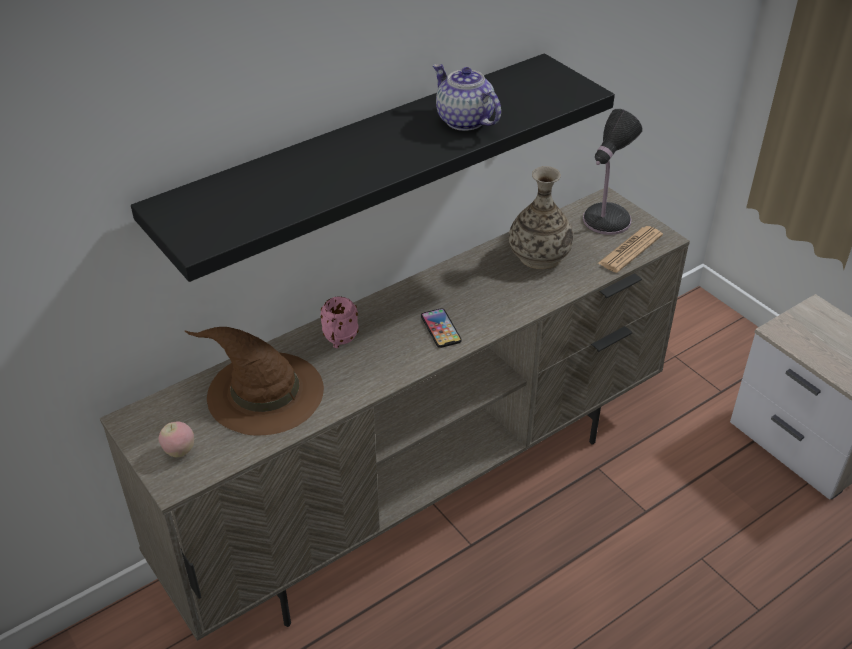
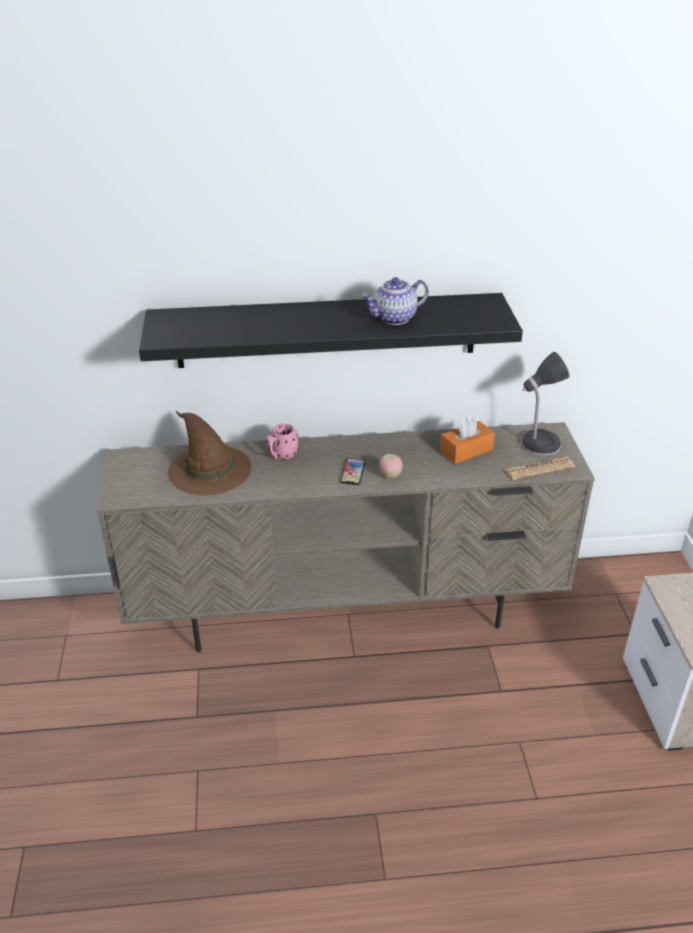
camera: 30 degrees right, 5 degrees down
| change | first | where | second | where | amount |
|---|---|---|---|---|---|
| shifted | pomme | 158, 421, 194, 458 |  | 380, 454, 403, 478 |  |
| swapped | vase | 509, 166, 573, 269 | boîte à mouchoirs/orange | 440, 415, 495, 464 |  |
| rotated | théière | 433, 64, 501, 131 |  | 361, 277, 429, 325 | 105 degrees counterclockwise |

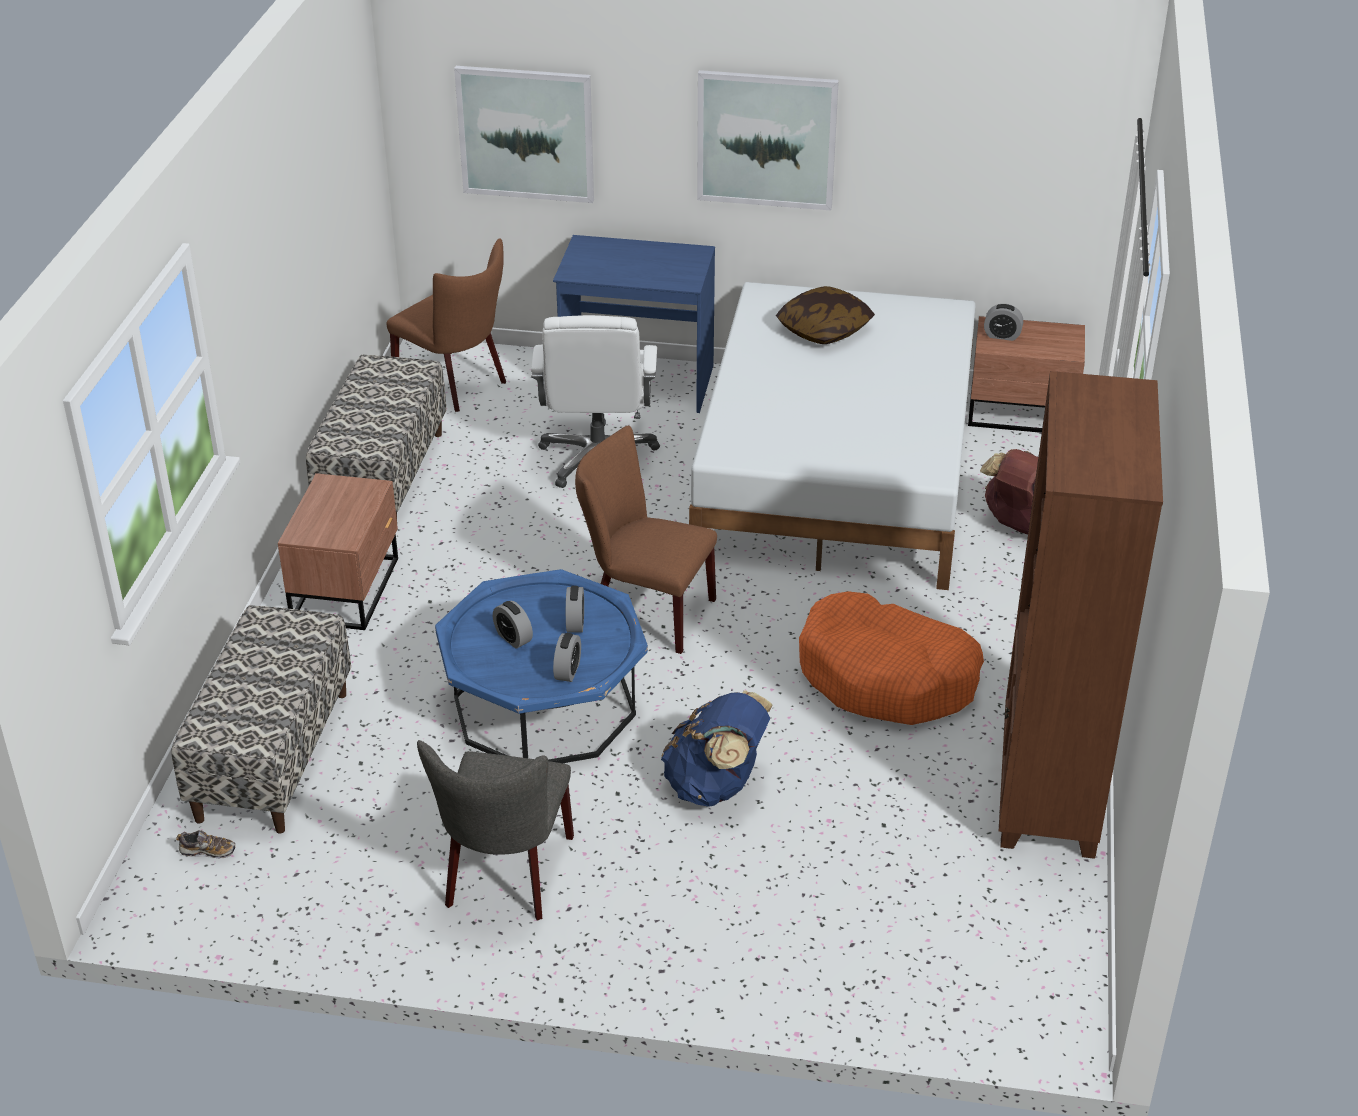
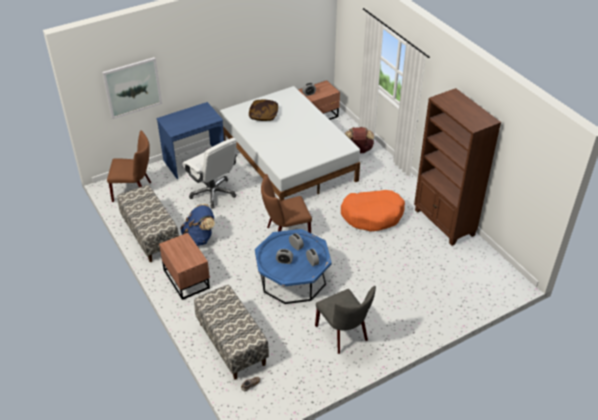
camera: 40 degrees left, 5 degrees up
| change | first | where | second | where | amount |
|---|---|---|---|---|---|
| gone | tableau | 697, 70, 839, 210 |  |  |  |
| shifted | sac à dos/bleu | 661, 691, 772, 807 |  | 180, 204, 215, 246 |  |

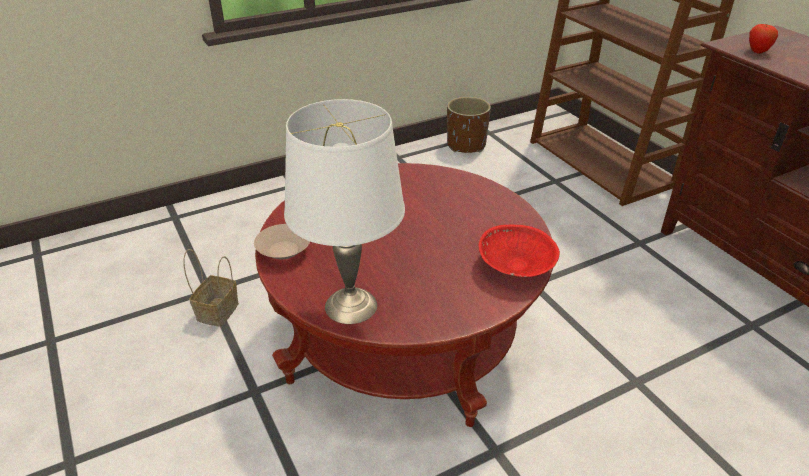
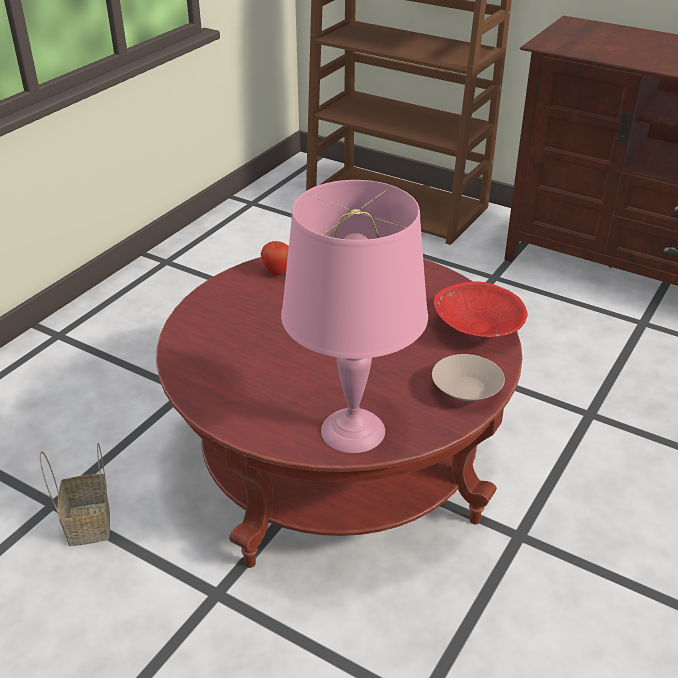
camera: 30 degrees left, 0 degrees up
| change | first | where | second | where | amount |
|---|---|---|---|---|---|
| gone | cache-pot/marron | 447, 97, 491, 153 |  |  |  |
| shifted | bol/beige | 254, 224, 310, 259 |  | 432, 354, 505, 401 |  |
| shifted | pomme | 749, 24, 778, 54 |  | 261, 241, 289, 276 |  |
| repainted | lampe de table/blanc | 284, 99, 405, 324 | lampe de table/rose | 281, 180, 428, 453 |  |

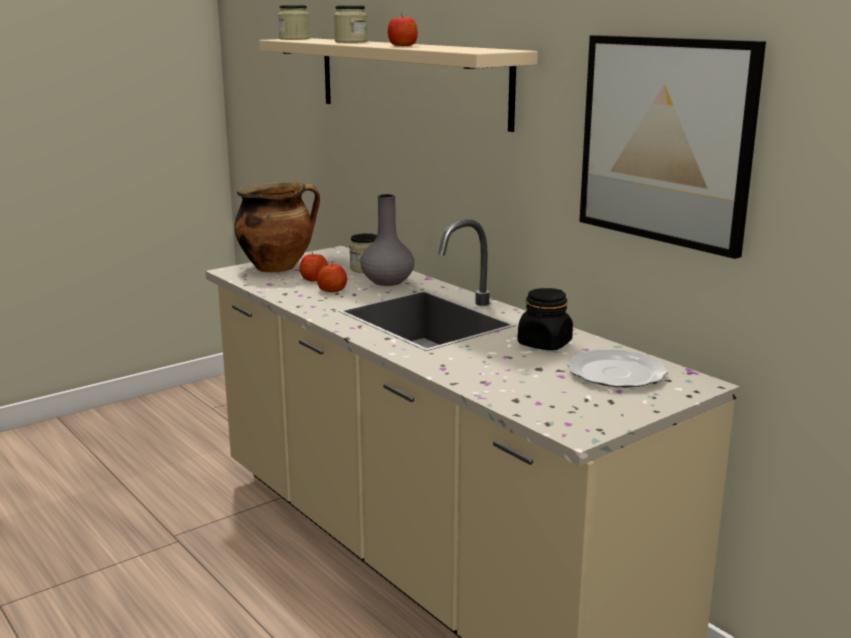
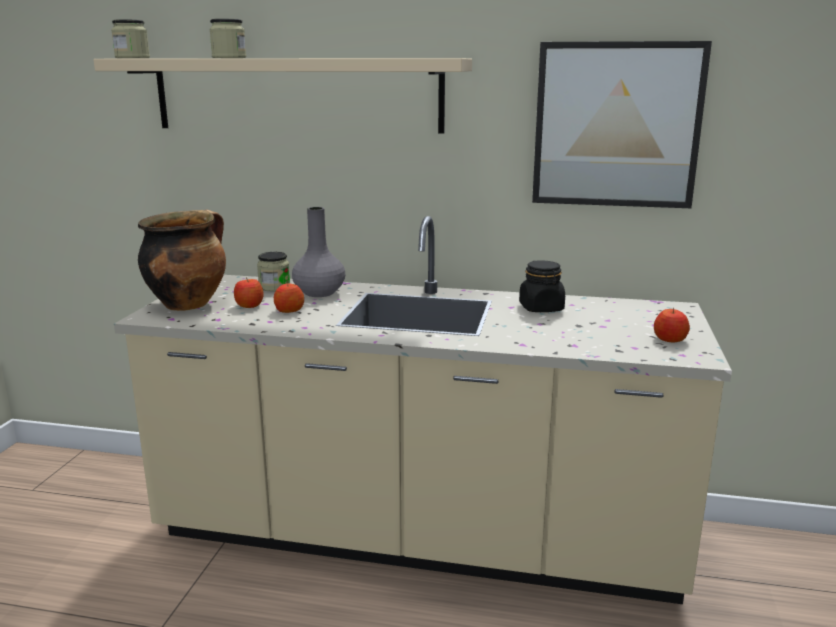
camera: 40 degrees left, 0 degrees up
| change | first | where | second | where | amount |
|---|---|---|---|---|---|
| gone | assiette | 567, 350, 667, 387 |  |  |  |
| shifted | pomme | 388, 13, 418, 46 |  | 654, 308, 690, 342 |  |

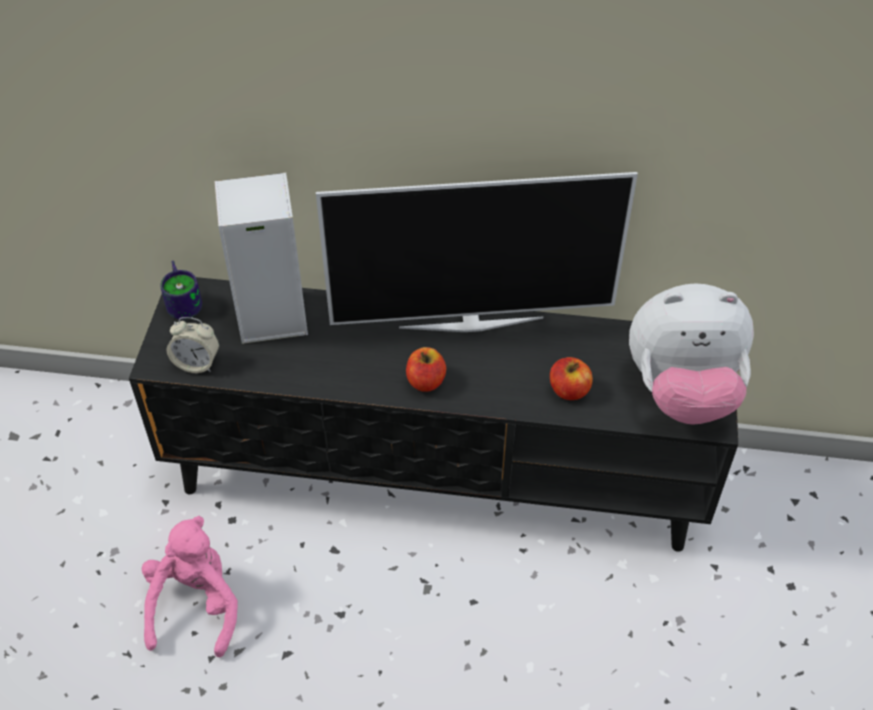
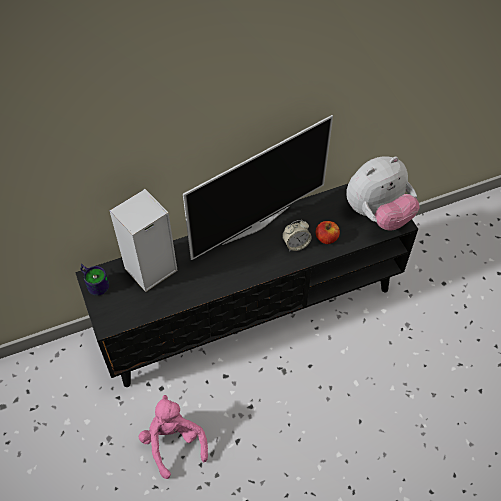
camera: 30 degrees left, 5 degrees up
| change | first | where | second | where | amount |
|---|---|---|---|---|---|
| gone | pomme | 406, 347, 446, 392 |  |  |  |
| shifted | réveil | 167, 317, 219, 373 |  | 282, 220, 312, 251 |  |

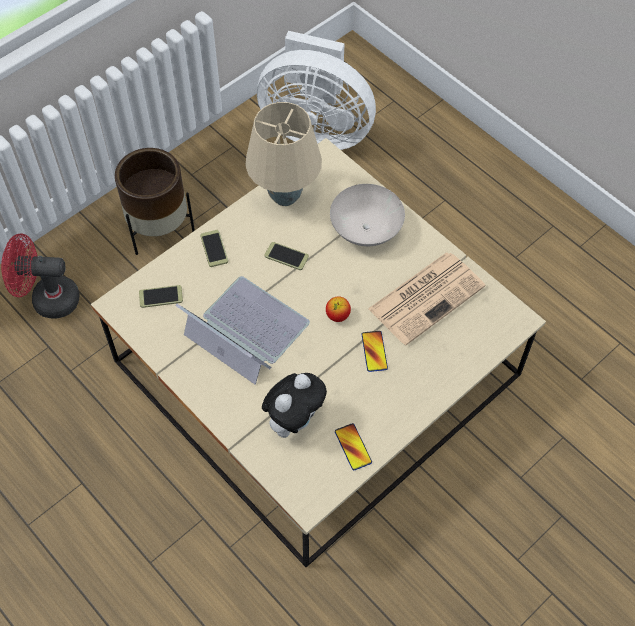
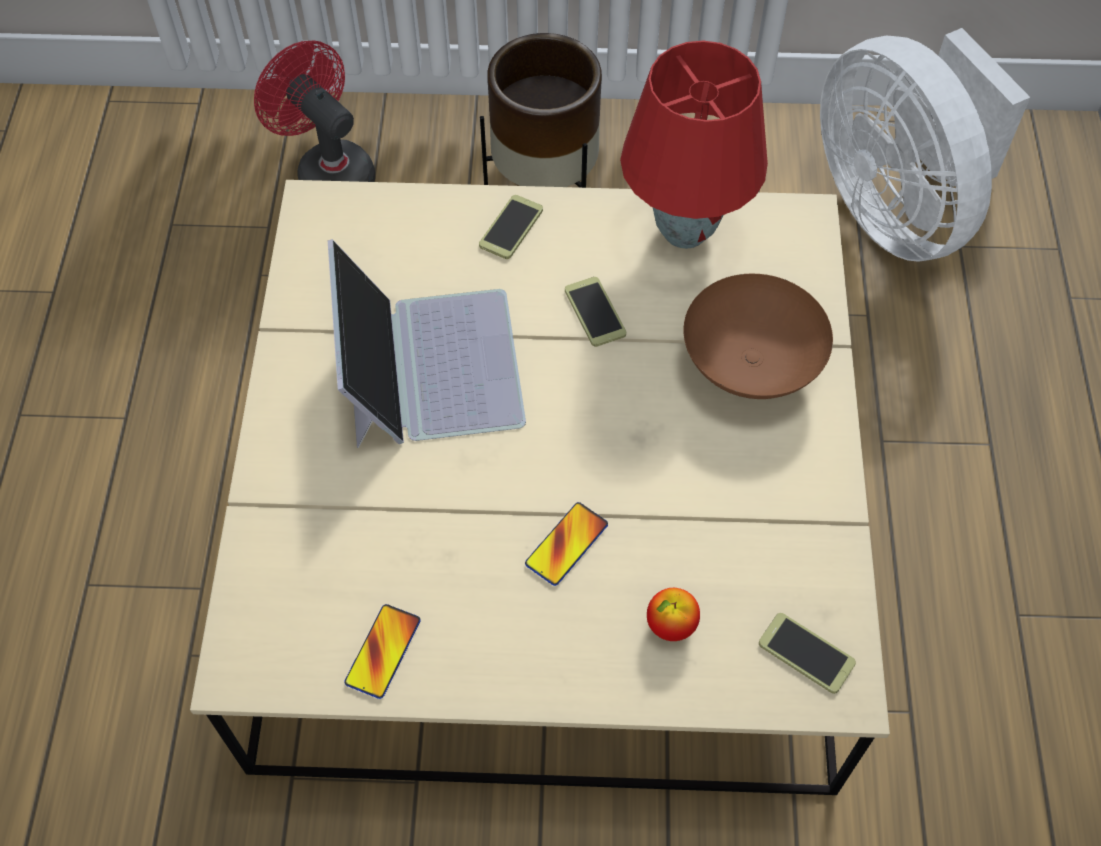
camera: 45 degrees right, 0 degrees up
| change | first | where | second | where | amount |
|---|---|---|---|---|---|
| gone | peluche | 262, 373, 327, 438 |  |  |  |
| gone | journal | 368, 252, 485, 345 |  |  |  |
| shifted | téléphone | 139, 285, 183, 308 |  | 759, 613, 856, 694 |  |
| shifted | pomme | 326, 296, 351, 322 |  | 647, 588, 700, 641 |  |
| repainted | lampe de table/beige | 245, 102, 322, 206 | lampe de table/rouge | 620, 40, 768, 249 |  |
| repainted | bol/blanc | 330, 184, 405, 246 | bol/marron | 684, 274, 833, 399 |  |

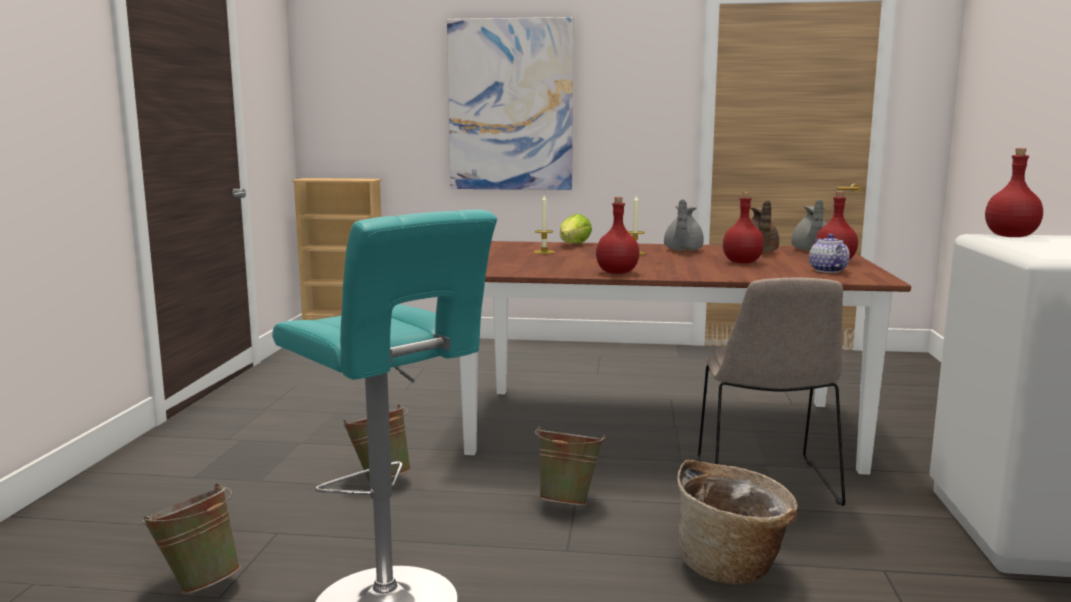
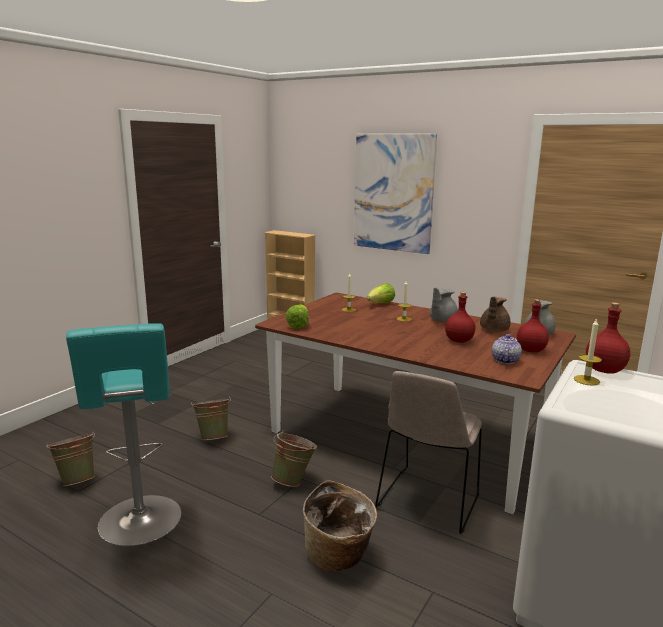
camera: 25 degrees right, 5 degrees up
| change | first | where | second | where | amount |
|---|---|---|---|---|---|
| gone | bouteille/rouge | 596, 197, 639, 274 |  |  |  |
| new |  |  | laitue | 285, 304, 309, 329 |  |
| new |  |  | bougie | 574, 318, 602, 386 |  |

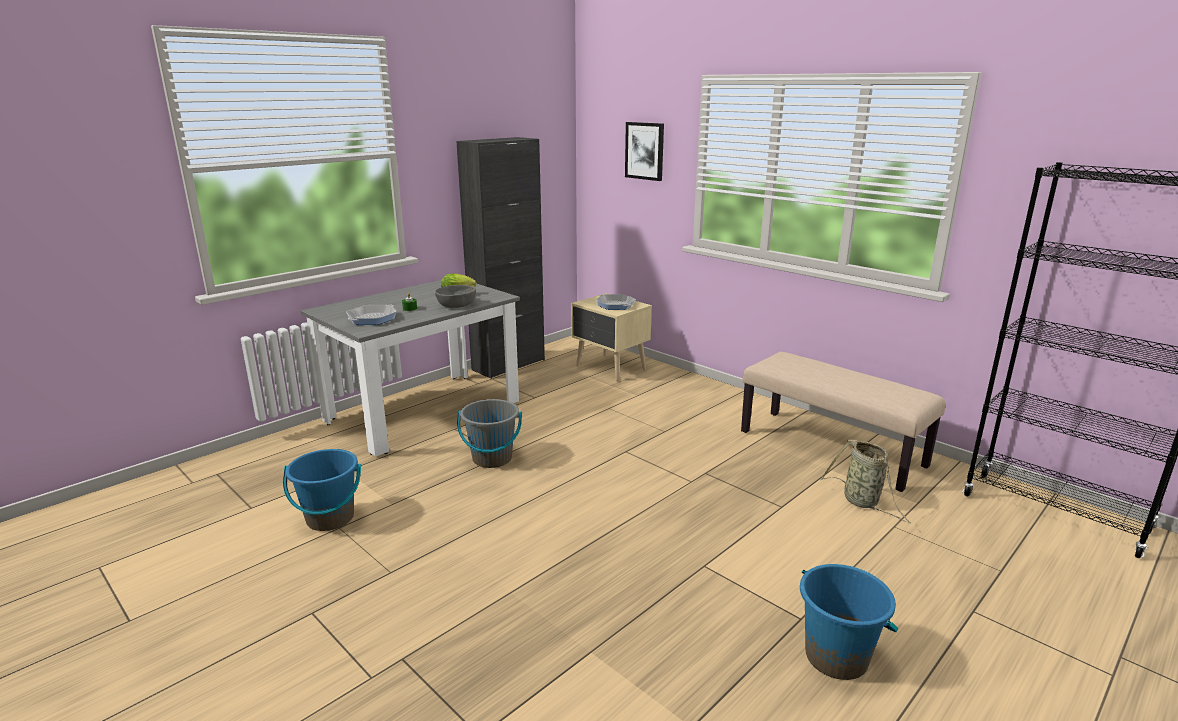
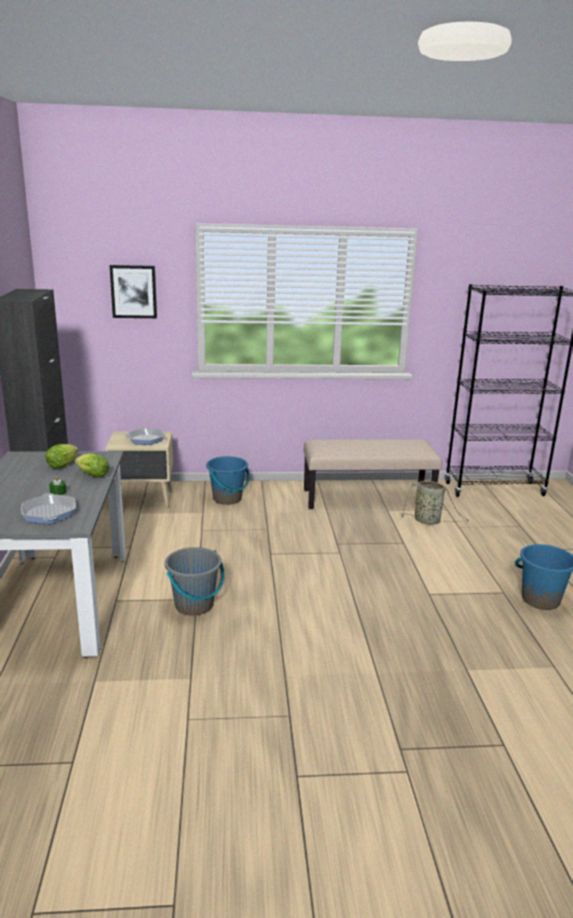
camera: 50 degrees left, 0 degrees up
| change | first | where | second | where | amount |
|---|---|---|---|---|---|
| shifted | seau/bleu | 283, 449, 361, 531 |  | 206, 456, 250, 505 |  |
| swapped | bol/gris | 435, 285, 476, 308 | laitue | 75, 453, 109, 478 |  |

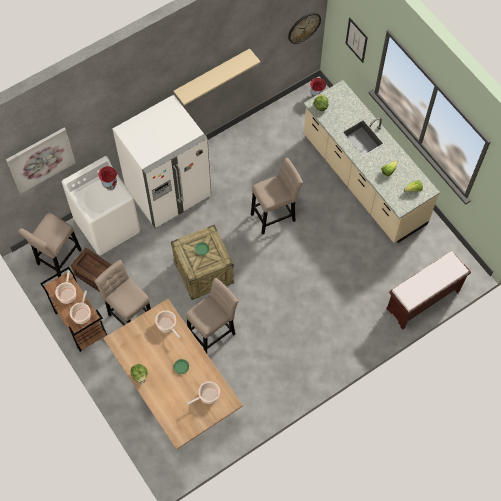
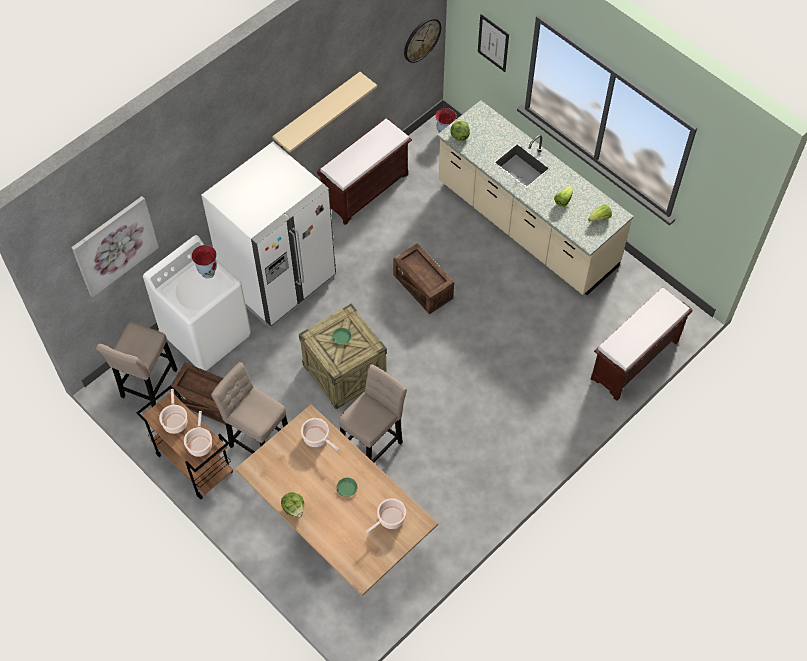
camera: 10 degrees left, 5 degrees down
| change | first | where | second | where | amount |
|---|---|---|---|---|---|
| new |  |  | banc/marron | 317, 118, 412, 225 |  |
| swapped | tabouret/beige | 251, 158, 303, 235 | caisse | 393, 243, 454, 314 |  |

